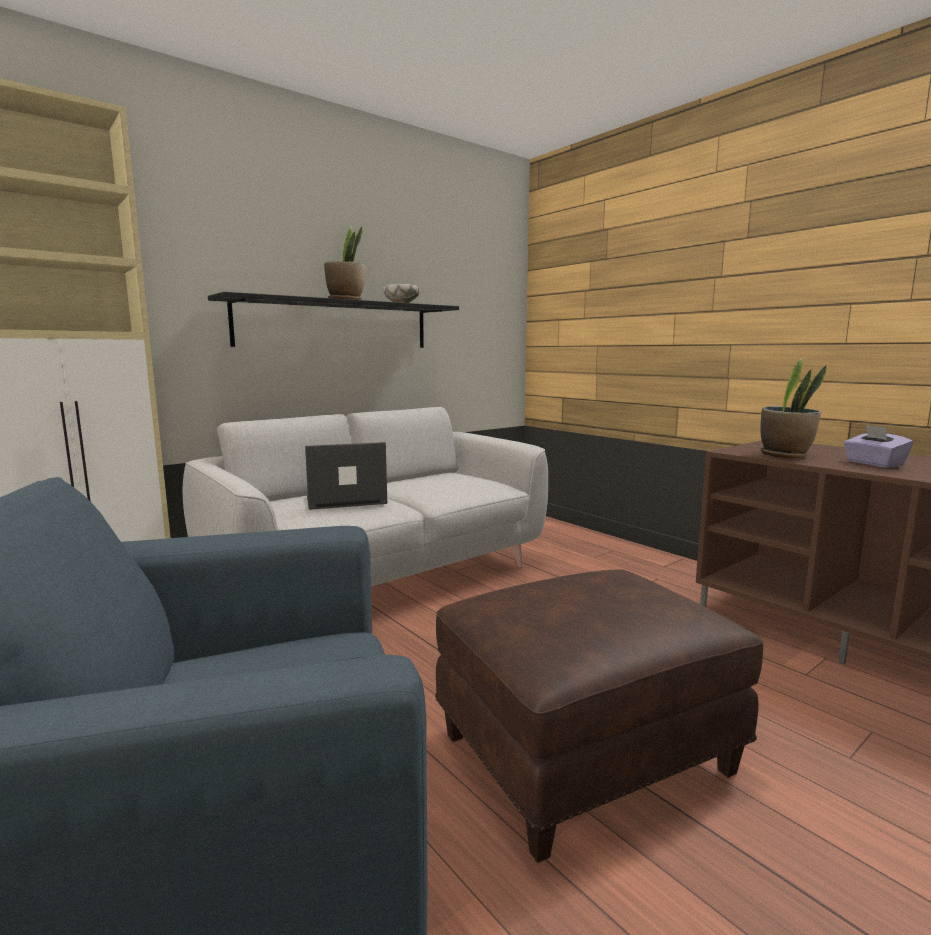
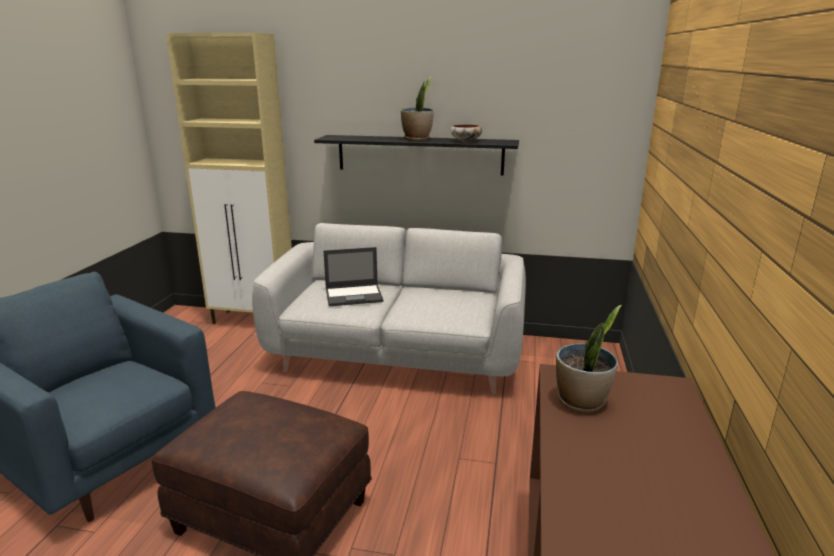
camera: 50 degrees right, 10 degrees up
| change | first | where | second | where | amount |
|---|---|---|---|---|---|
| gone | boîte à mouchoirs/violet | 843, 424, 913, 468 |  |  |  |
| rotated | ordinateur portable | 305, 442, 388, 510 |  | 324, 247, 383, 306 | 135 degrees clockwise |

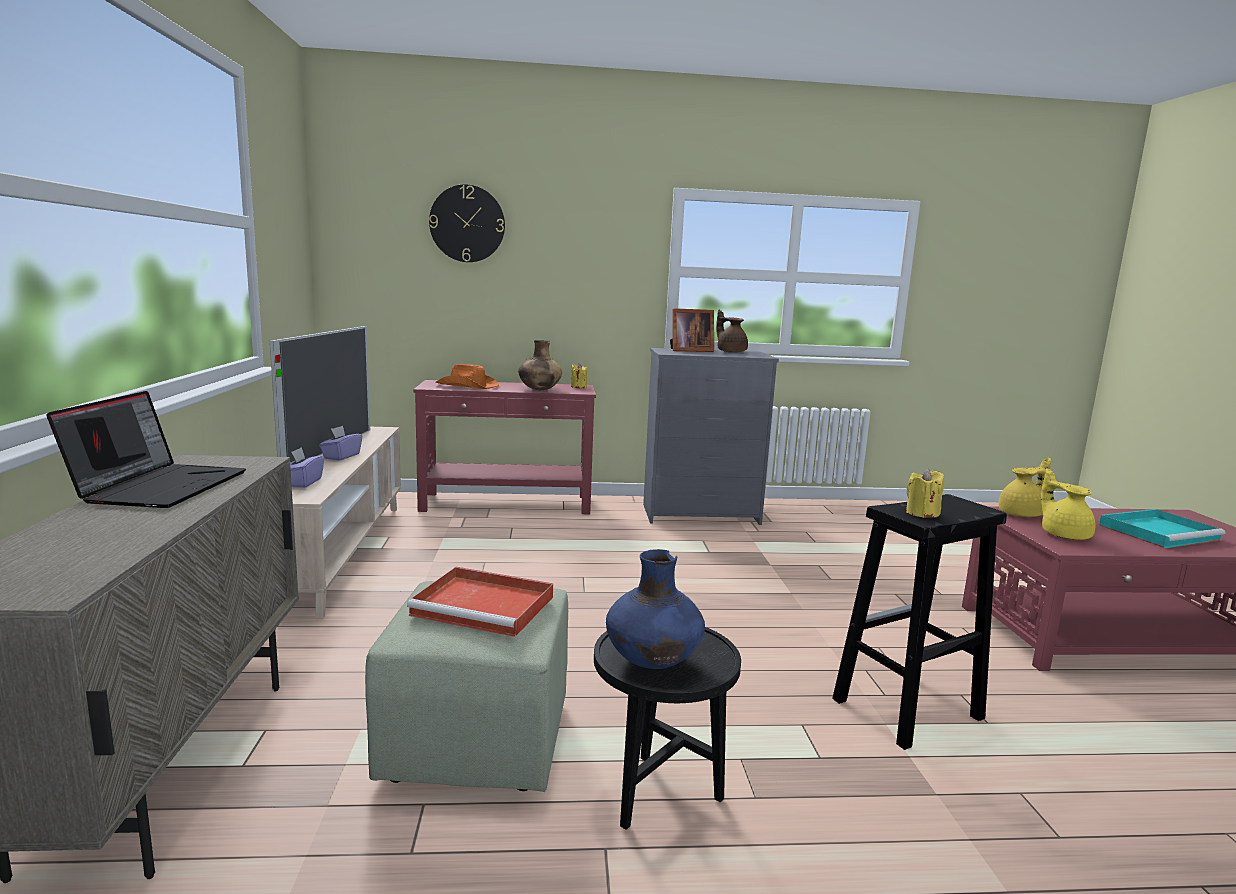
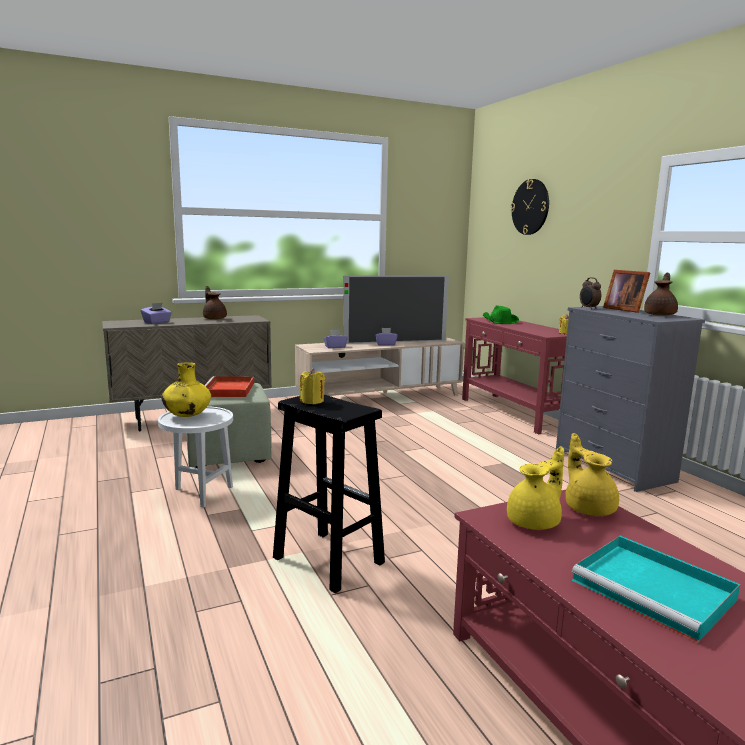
camera: 70 degrees right, 0 degrees up
| change | first | where | second | where | amount |
|---|---|---|---|---|---|
| gone | vase/marron | 518, 340, 562, 390 |  |  |  |
| new |  |  | boîte à mouchoirs/violet | 141, 303, 172, 324 |  |
| new |  |  | réveil | 580, 277, 601, 309 |  |
| swapped | ordinateur portable | 46, 391, 246, 508 | théière/marron | 203, 286, 227, 320 |  |
| repainted | chapeau/orange | 435, 364, 499, 389 | chapeau/vert | 483, 305, 519, 324 |  |
| repainted | table d'appoint/noir | 594, 627, 741, 830 | table d'appoint/blanc | 158, 406, 233, 508 |  |
| repainted | vase/bleu | 606, 549, 705, 669 | vase/jaune | 161, 362, 211, 417 |  |
| rotated | théière/jaune | 998, 458, 1051, 517 |  | 565, 433, 619, 516 | 150 degrees counterclockwise |

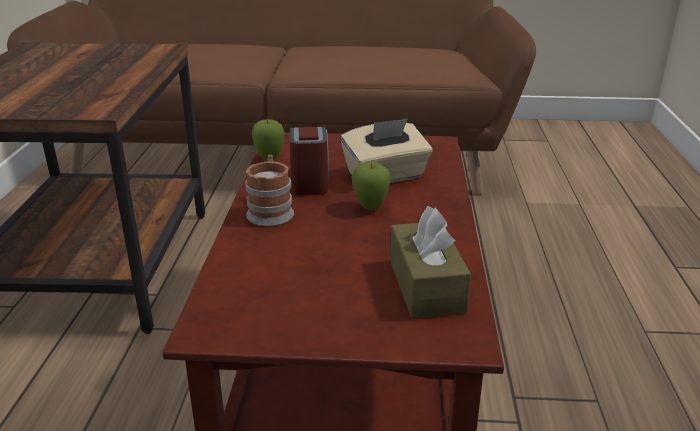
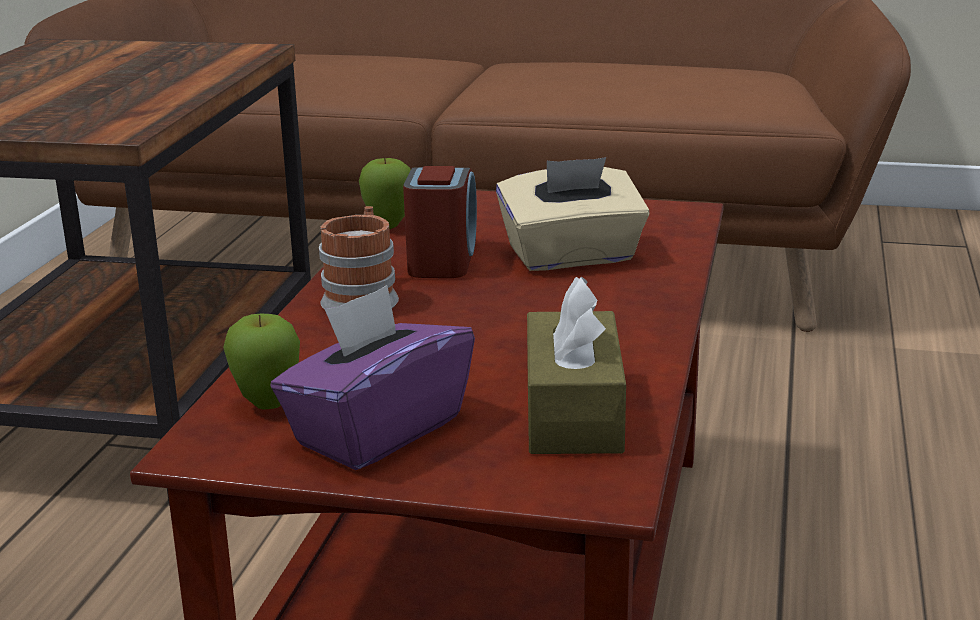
camera: 10 degrees right, 5 degrees down
| change | first | where | second | where | amount |
|---|---|---|---|---|---|
| new |  |  | boîte à mouchoirs/violet | 270, 285, 475, 470 |  |
| shifted | pomme | 351, 162, 391, 211 |  | 223, 314, 300, 409 |  |

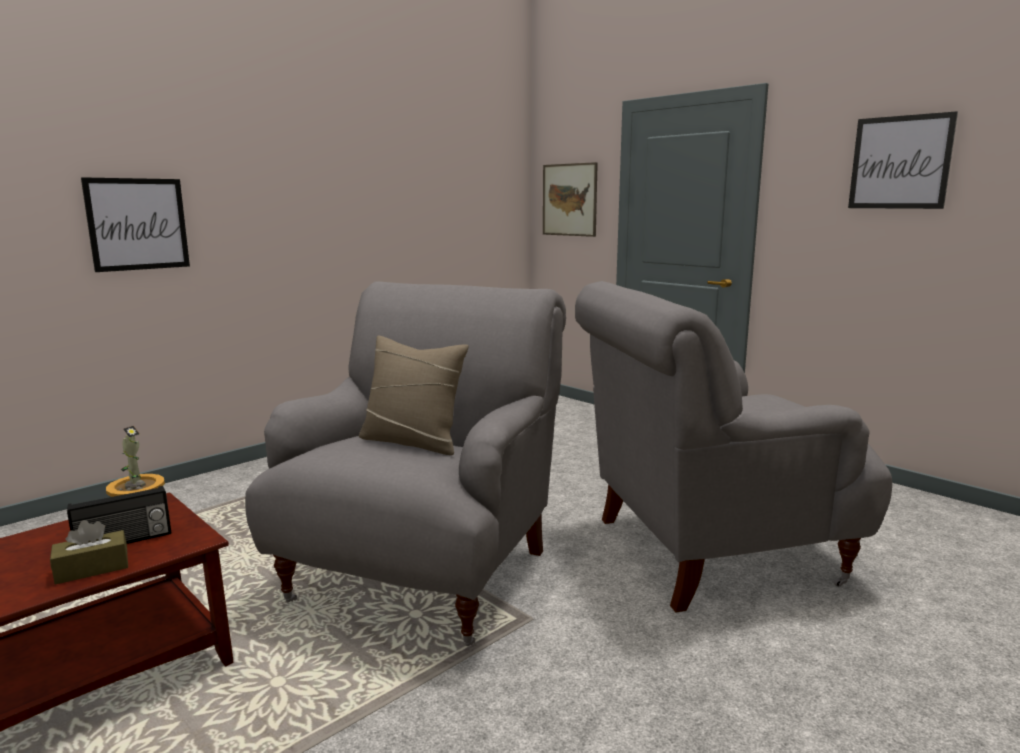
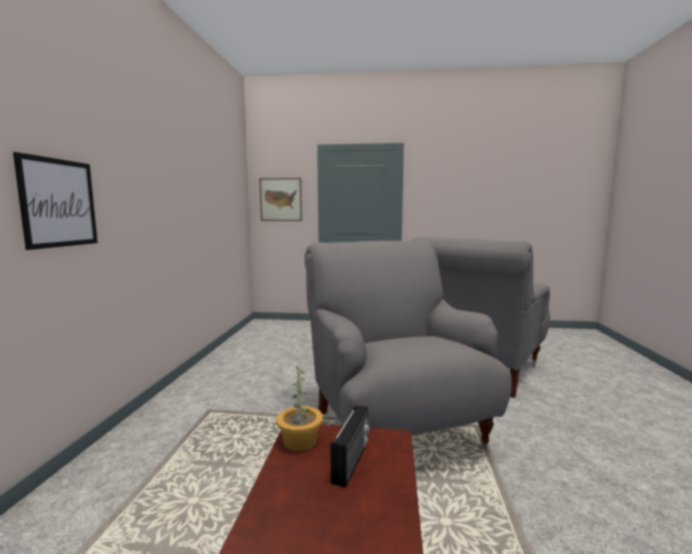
camera: 40 degrees left, 5 degrees down
| change | first | where | second | where | amount |
|---|---|---|---|---|---|
| gone | boîte à mouchoirs/marron | 50, 520, 128, 584 |  |  |  |
| gone | coussin/beige | 359, 336, 469, 455 |  |  |  |
| gone | tableau | 848, 111, 958, 209 |  |  |  |

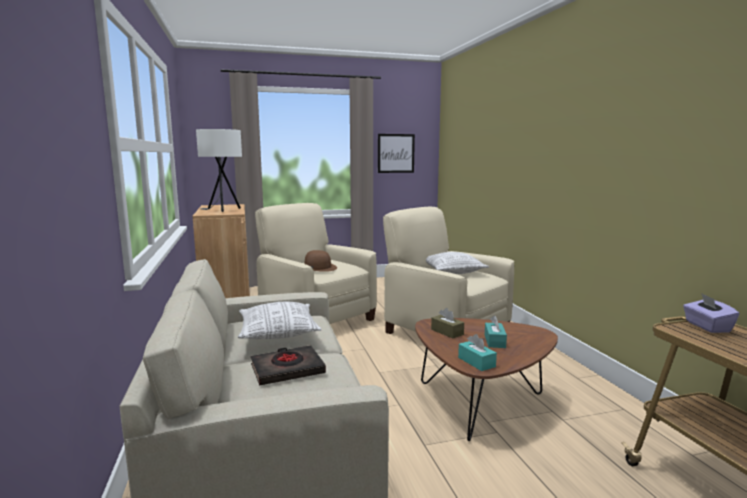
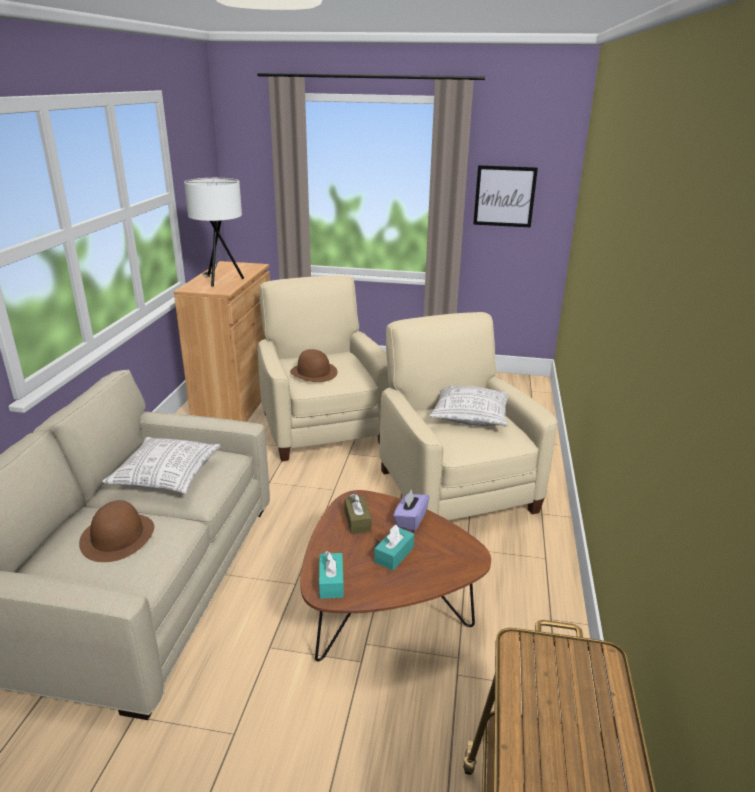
camera: 25 degrees right, 15 degrees up
| change | first | where | second | where | amount |
|---|---|---|---|---|---|
| shifted | boîte à mouchoirs/violet | 683, 294, 740, 333 |  | 393, 489, 429, 531 |  |
| swapped | livre/noir | 251, 345, 326, 386 | chapeau/marron | 79, 500, 154, 562 |  |

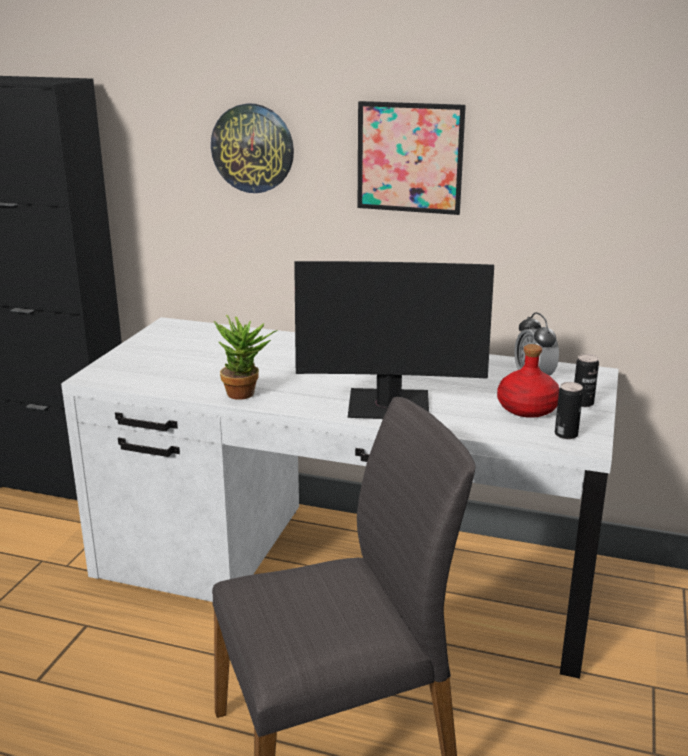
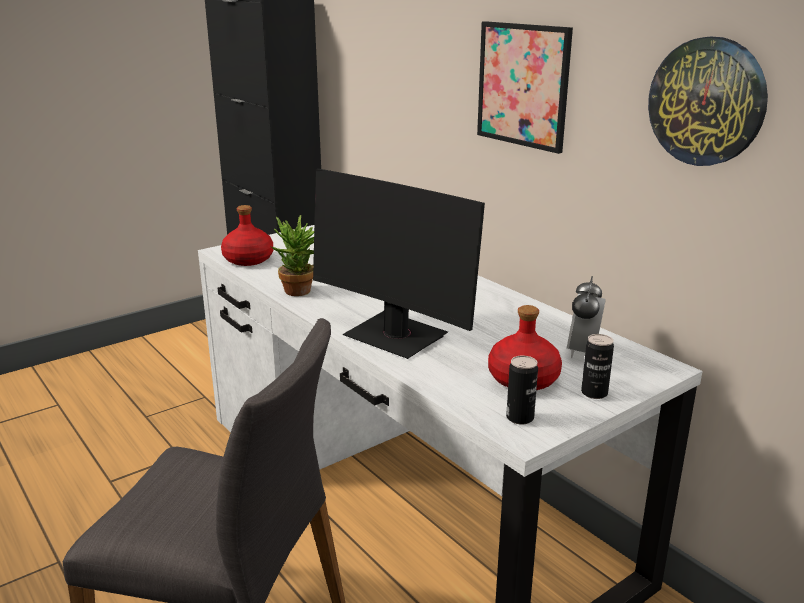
camera: 35 degrees right, 0 degrees up
| change | first | where | second | where | amount |
|---|---|---|---|---|---|
| new |  |  | bouteille/rouge | 221, 205, 273, 266 |  |
| shifted | horloge murale | 211, 103, 294, 193 |  | 648, 37, 768, 166 |  |

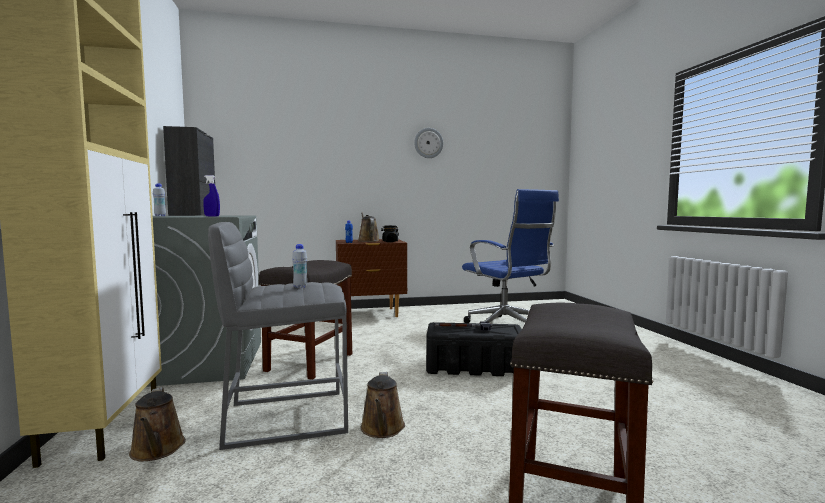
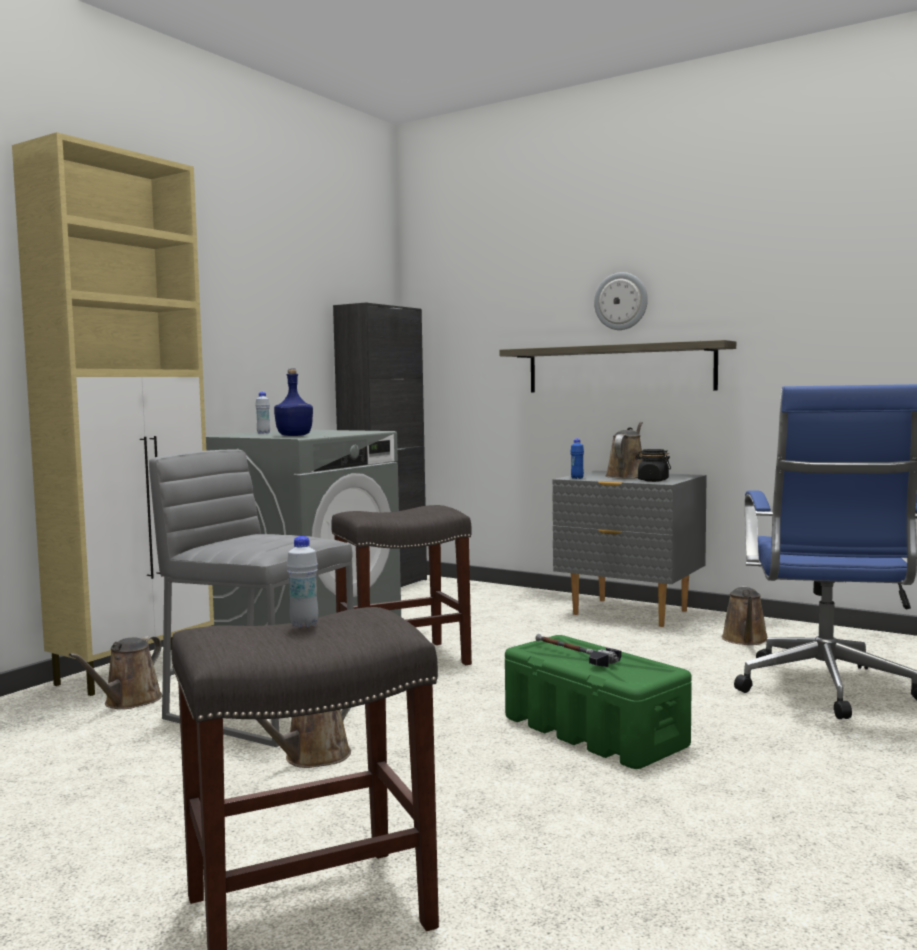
camera: 45 degrees right, 0 degrees up
| change | first | where | second | where | amount |
|---|---|---|---|---|---|
| new |  |  | étagère | 499, 340, 736, 393 |  |
| new |  |  | arrosoir/marron | 722, 586, 768, 645 |  |
| shifted | bouteille/blanc | 292, 244, 307, 288 |  | 287, 536, 318, 628 |  |
| shifted | horloge murale | 414, 128, 443, 158 |  | 594, 272, 648, 330 |  |
| swapped | vaporisateur/bleu | 203, 175, 220, 217 | bouteille/bleu | 274, 369, 313, 436 |  |
| repainted | table de chevet/marron | 336, 239, 407, 317 | table de chevet/gris | 552, 471, 707, 627 |  |
| repainted | boîte de rangement/noir | 426, 322, 522, 376 | boîte de rangement/vert | 505, 635, 692, 769 |  |

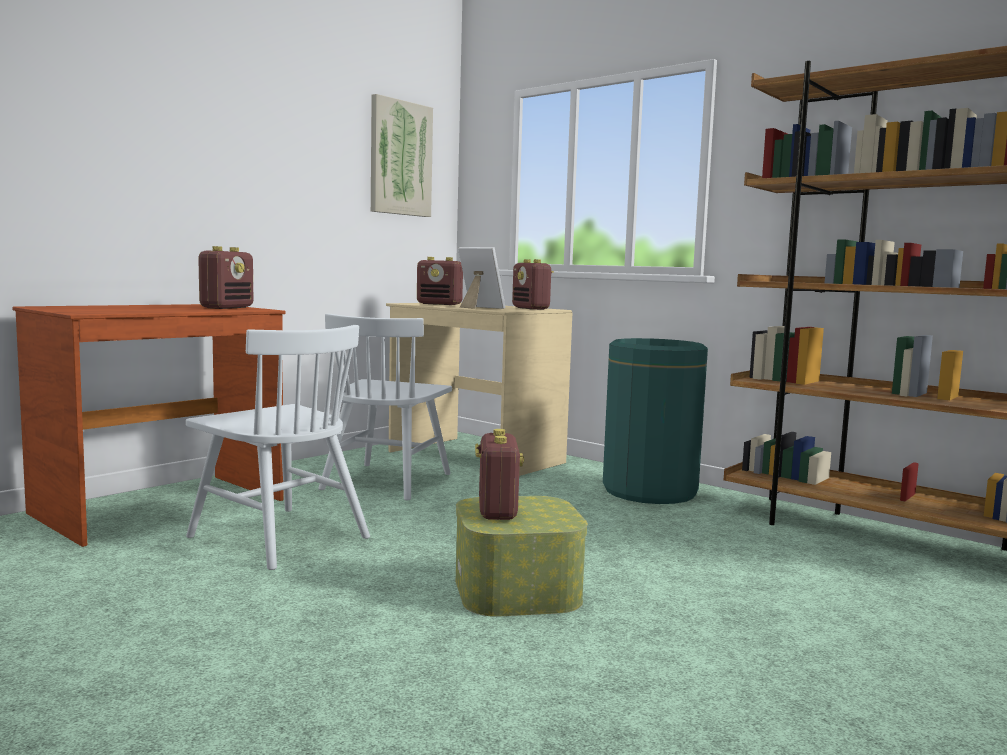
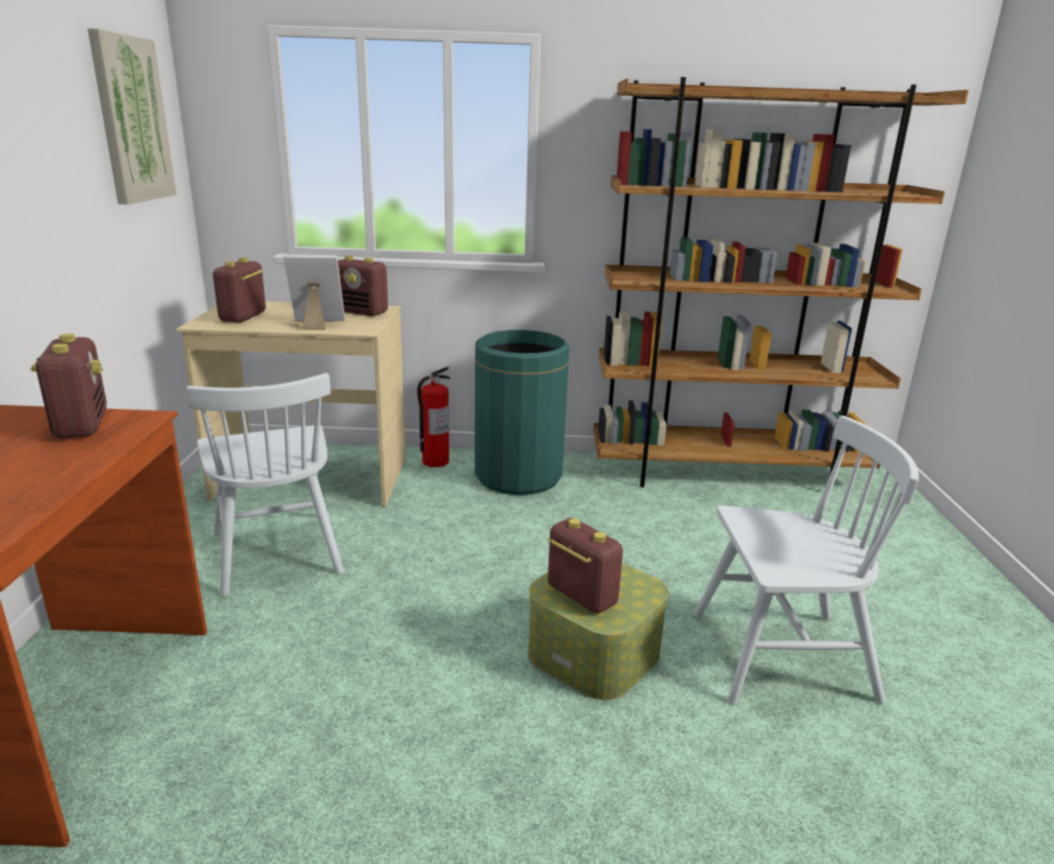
camera: 40 degrees left, 15 degrees up
| change | first | where | second | where | amount |
|---|---|---|---|---|---|
| new |  |  | extincteur | 417, 367, 450, 467 |  |
| shifted | chaise/blanc | 186, 325, 370, 570 |  | 694, 416, 919, 704 |  |
| rotated | radio | 417, 257, 463, 305 |  | 213, 257, 266, 323 | 120 degrees clockwise |

